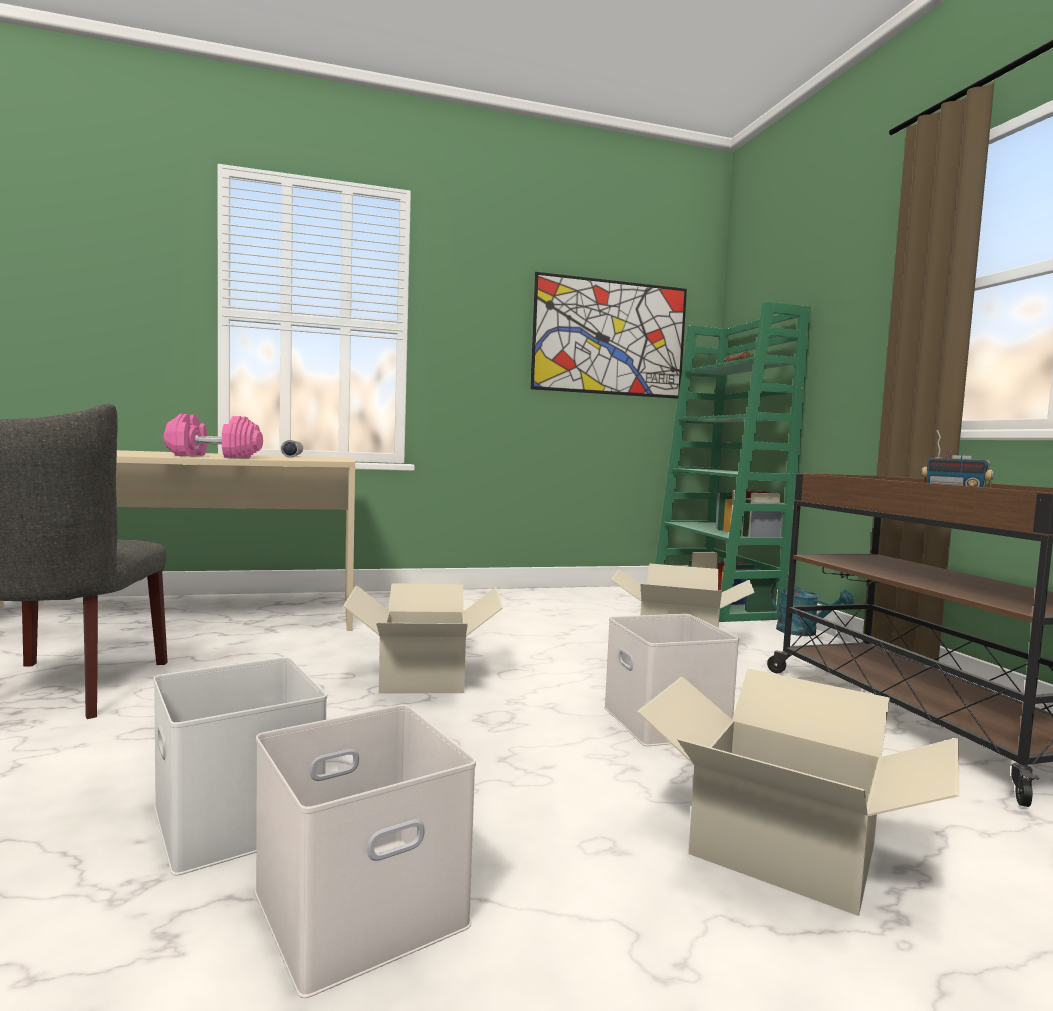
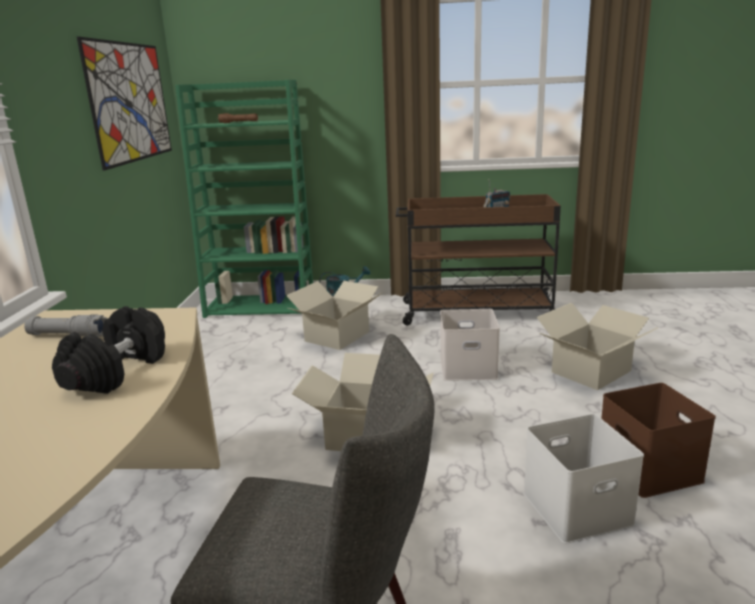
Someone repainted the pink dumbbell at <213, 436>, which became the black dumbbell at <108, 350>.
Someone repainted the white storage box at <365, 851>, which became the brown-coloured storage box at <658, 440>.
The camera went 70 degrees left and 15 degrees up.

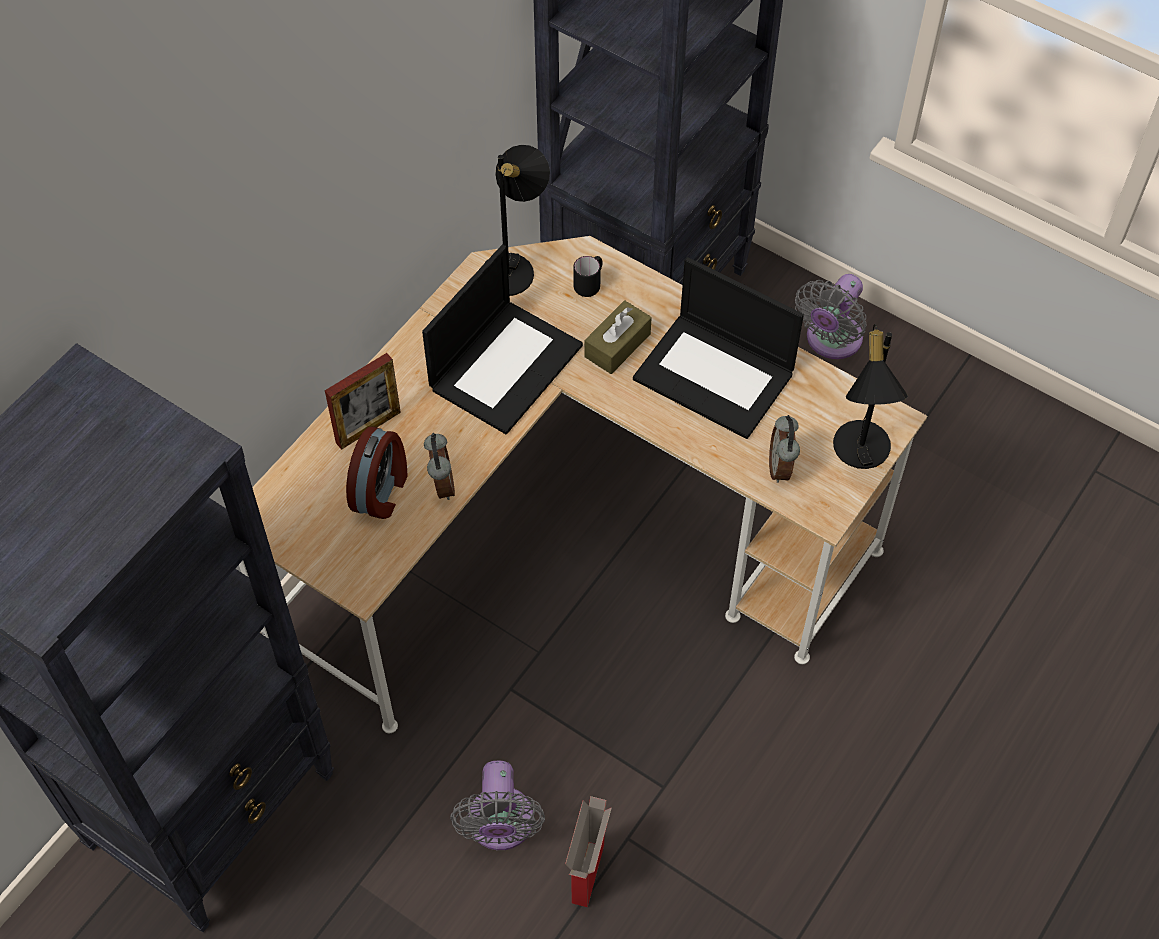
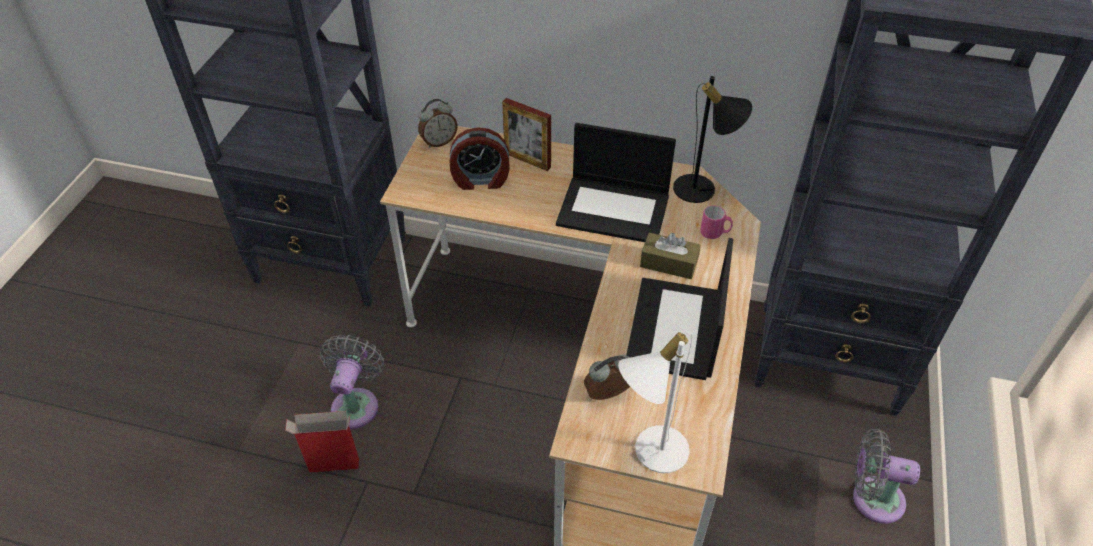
Someone carried the alarm clock from <439, 466> to <437, 123>.
Someone rotated the gray cooling fan at <497, 805> by 120 degrees clockwise.
Someone repainted the black coffee mug at <588, 276>, which became the pink coffee mug at <716, 222>.
Someone repainted the black tabletop lamp at <870, 396>, which became the white tabletop lamp at <655, 402>.
The camera went 70 degrees right and 10 degrees down.

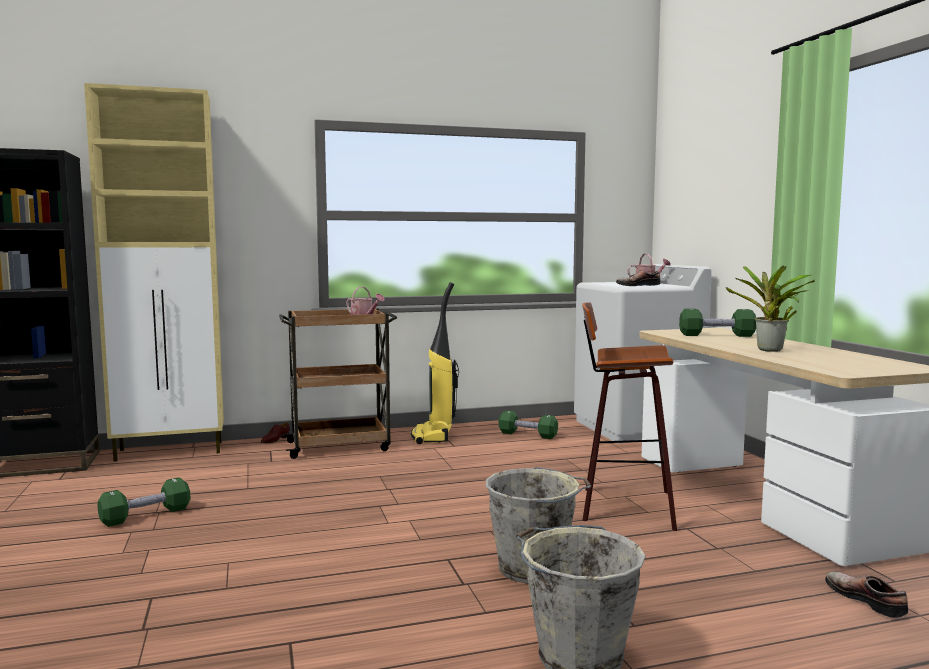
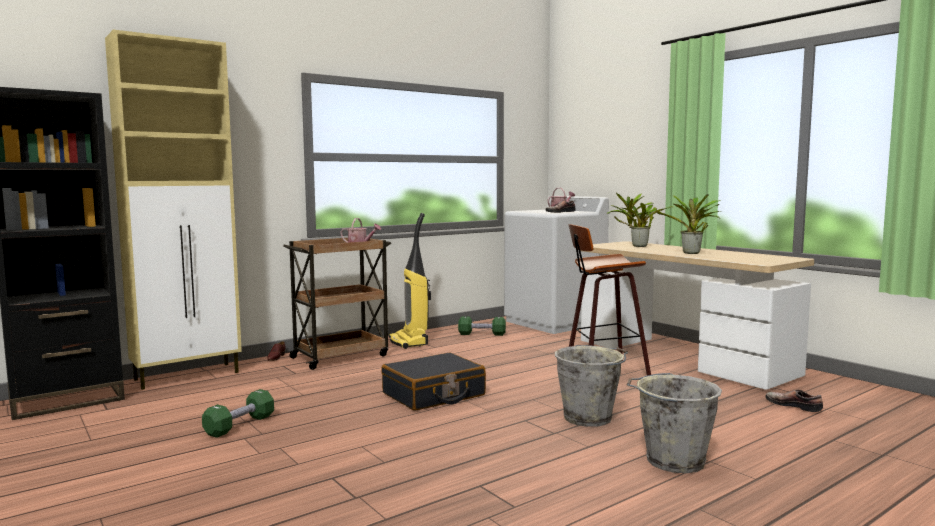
Someone swapped the green-coloured dumbbell at <717, 323> for the potted plant at <640, 220>.
Someone put down the black suitcase at <433, 382>.
The camera went 20 degrees left and 0 degrees up.

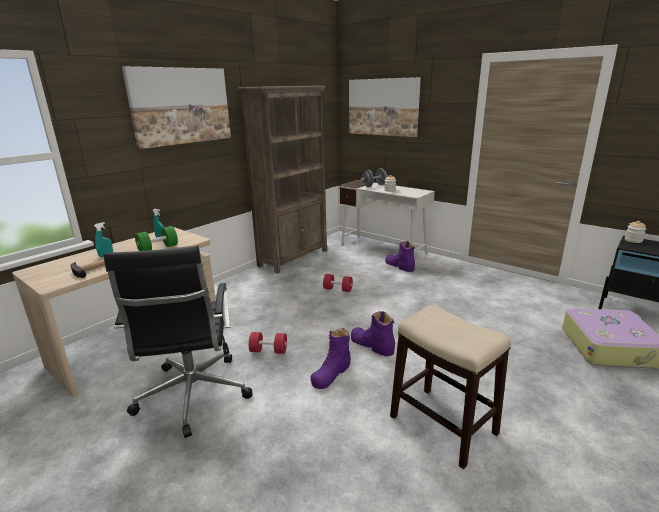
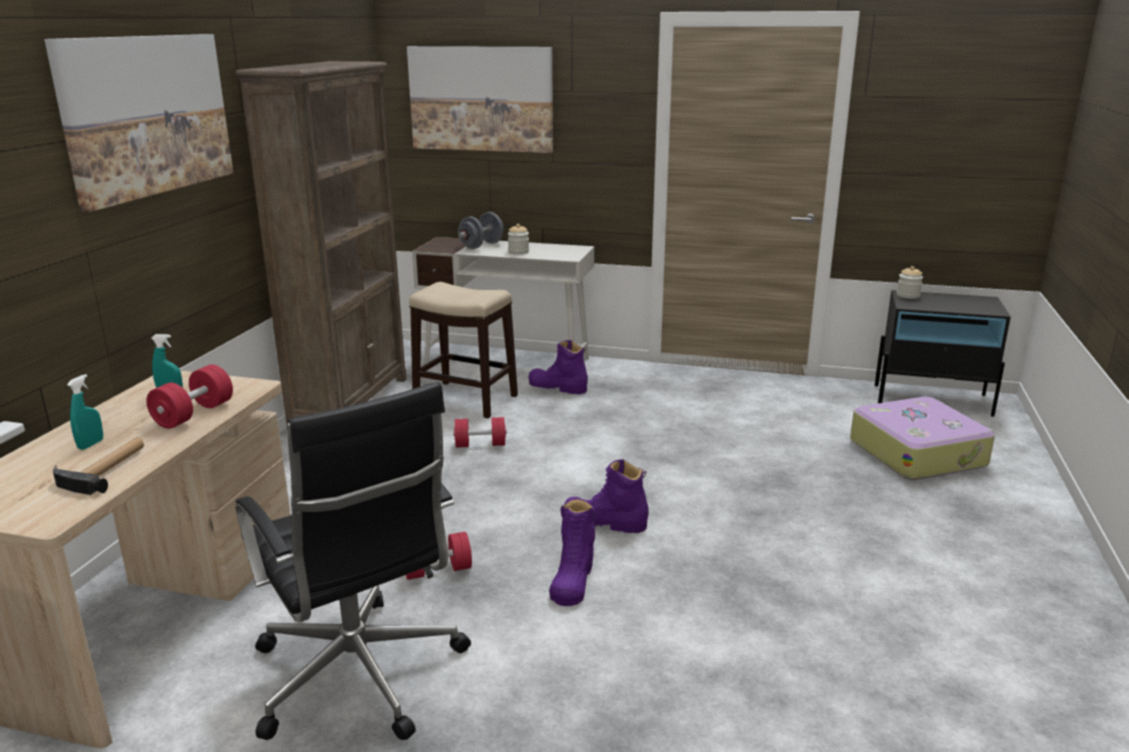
Someone repainted the green-coloured dumbbell at <156, 238>, which became the red-coloured dumbbell at <189, 397>.
Someone carried the stool seat from <450, 386> to <463, 350>.
The camera went 25 degrees left and 0 degrees up.

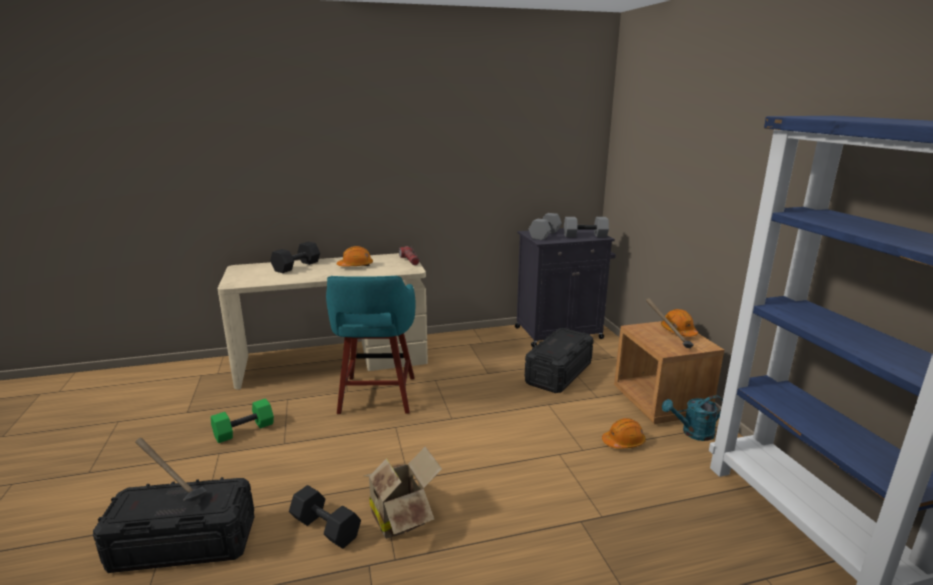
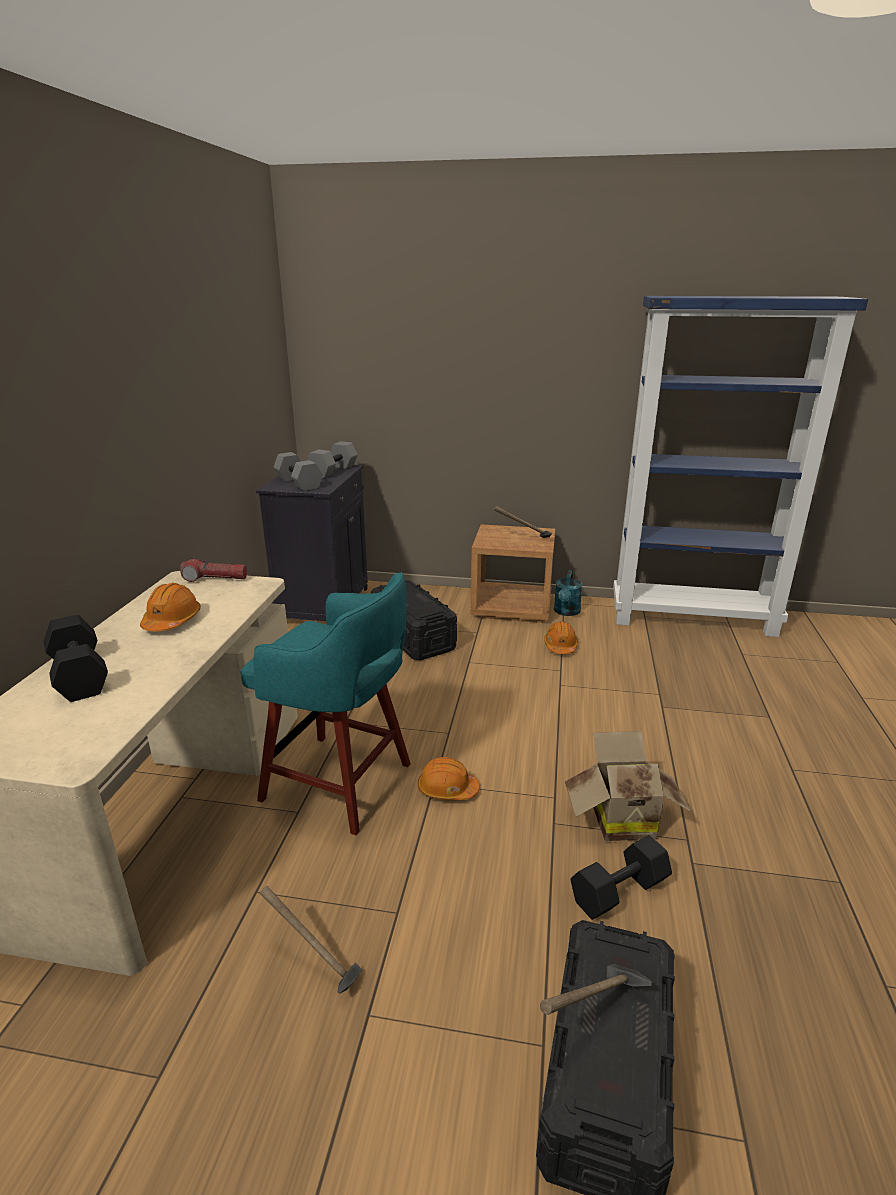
Someone swapped the green-coloured dumbbell at <242, 420> for the hammer at <311, 940>.
Someone carried the orange hard hat from <679, 323> to <448, 778>.
The camera went 65 degrees left and 5 degrees up.

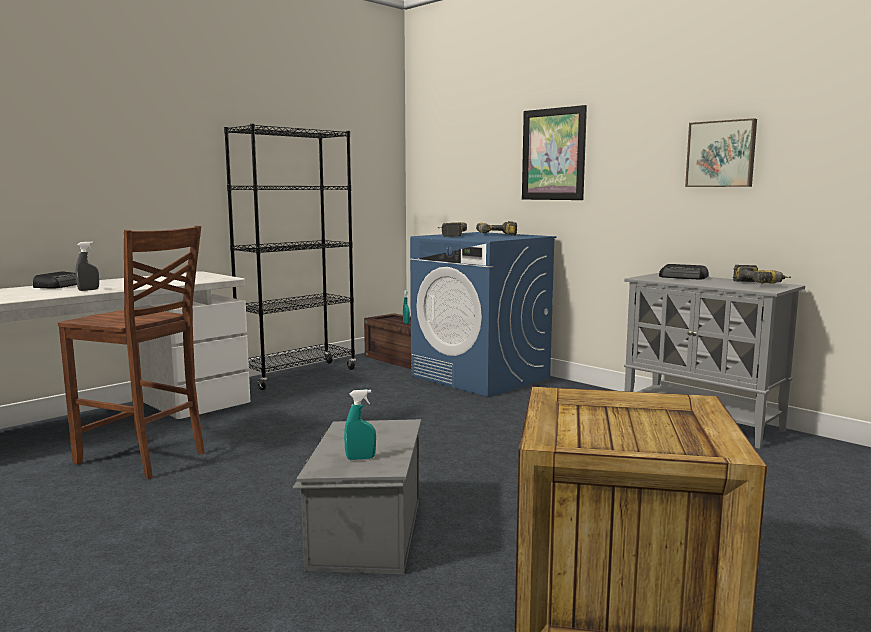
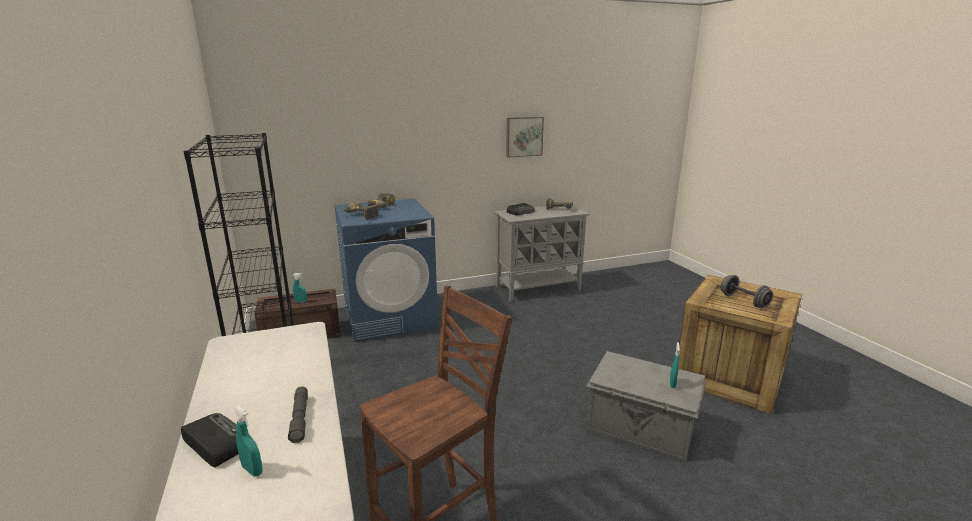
Someone swapped the gray sprayer at <87, 266> for the gray flashlight at <298, 414>.
Someone took away the wall picture at <554, 152>.
Someone put down the turquoise sprayer at <247, 441>.
Someone put down the gray dumbbell at <746, 291>.
The camera went 65 degrees left and 10 degrees up.

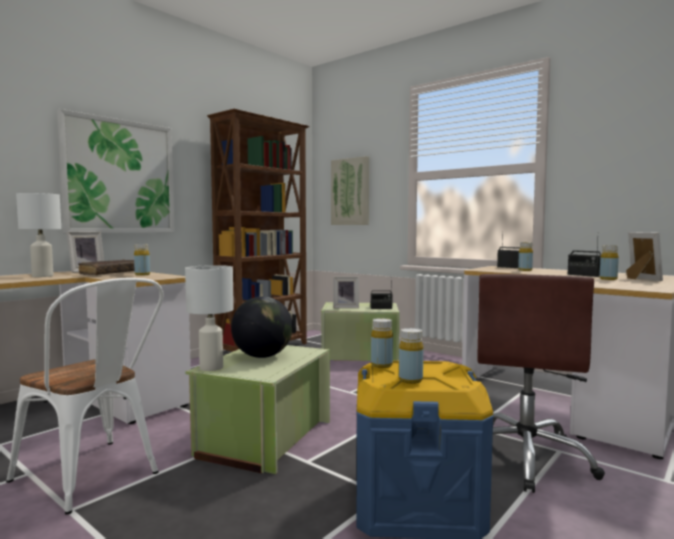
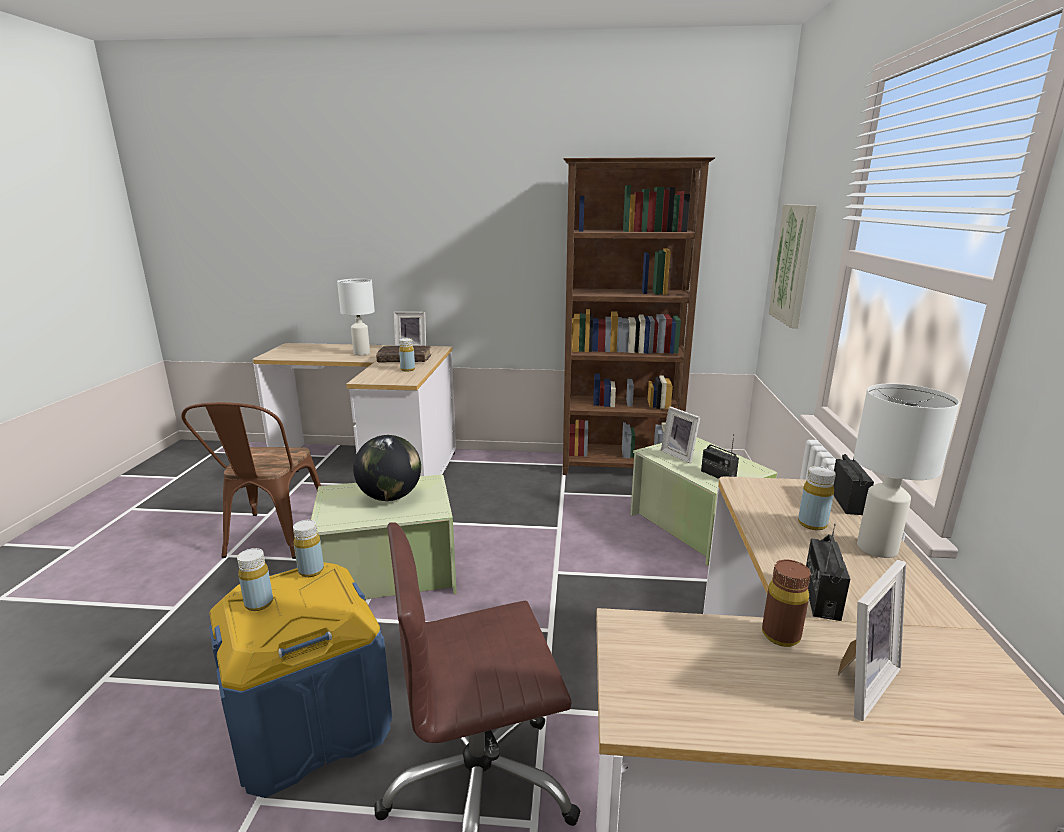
Someone repainted the white plain chair at <85, 396>, which became the brown-coloured plain chair at <251, 480>.
Someone took away the wall picture at <116, 171>.
Someone carried the white tabletop lamp from <209, 318> to <907, 471>.
Someone repainted the yellow beverage bottle at <609, 262>, which became the brown-coloured beverage bottle at <786, 603>.
The camera went 55 degrees right and 15 degrees up.

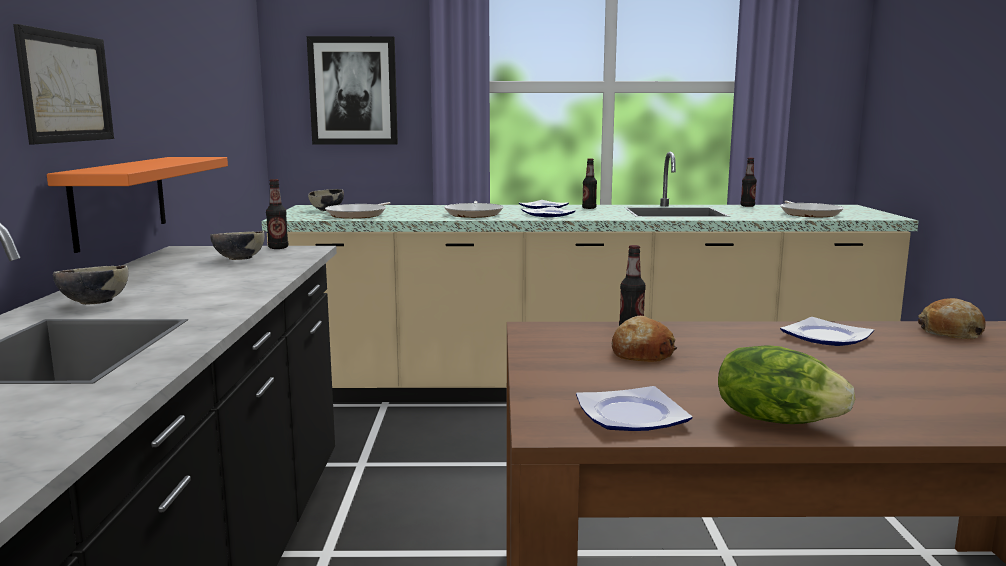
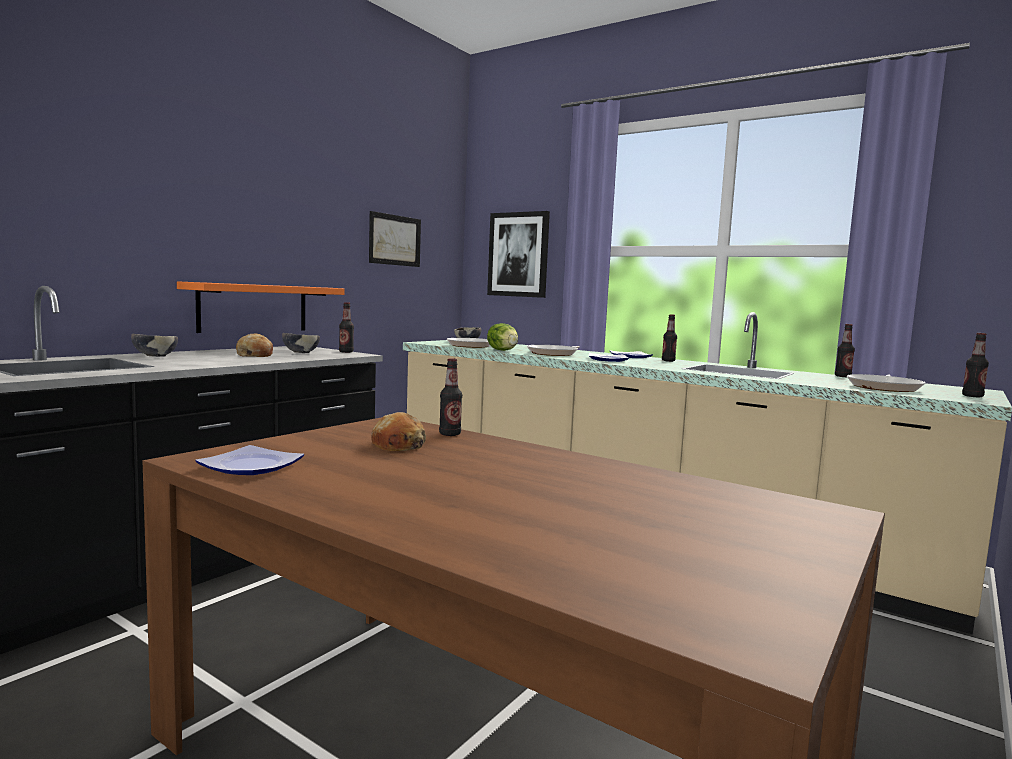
Someone carried the wall picture from <63, 84> to <395, 239>.
Someone carried the head of lettuce from <786, 384> to <502, 337>.
Someone took away the flat dish at <827, 331>.
Someone carried the bread from <952, 318> to <254, 345>.
Someone put down the beverage bottle at <975, 365>.
The camera went 35 degrees right and 5 degrees down.

